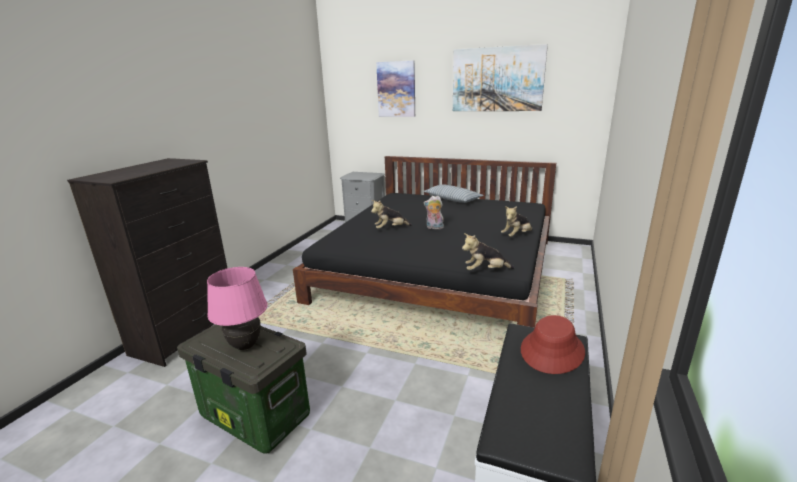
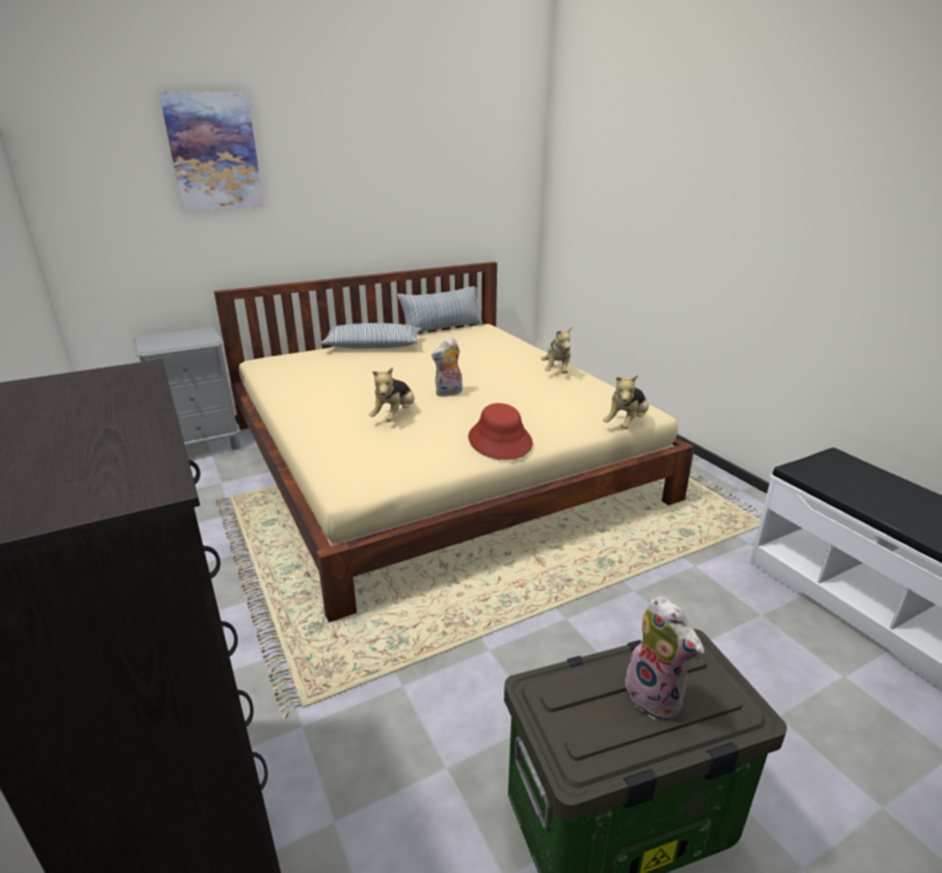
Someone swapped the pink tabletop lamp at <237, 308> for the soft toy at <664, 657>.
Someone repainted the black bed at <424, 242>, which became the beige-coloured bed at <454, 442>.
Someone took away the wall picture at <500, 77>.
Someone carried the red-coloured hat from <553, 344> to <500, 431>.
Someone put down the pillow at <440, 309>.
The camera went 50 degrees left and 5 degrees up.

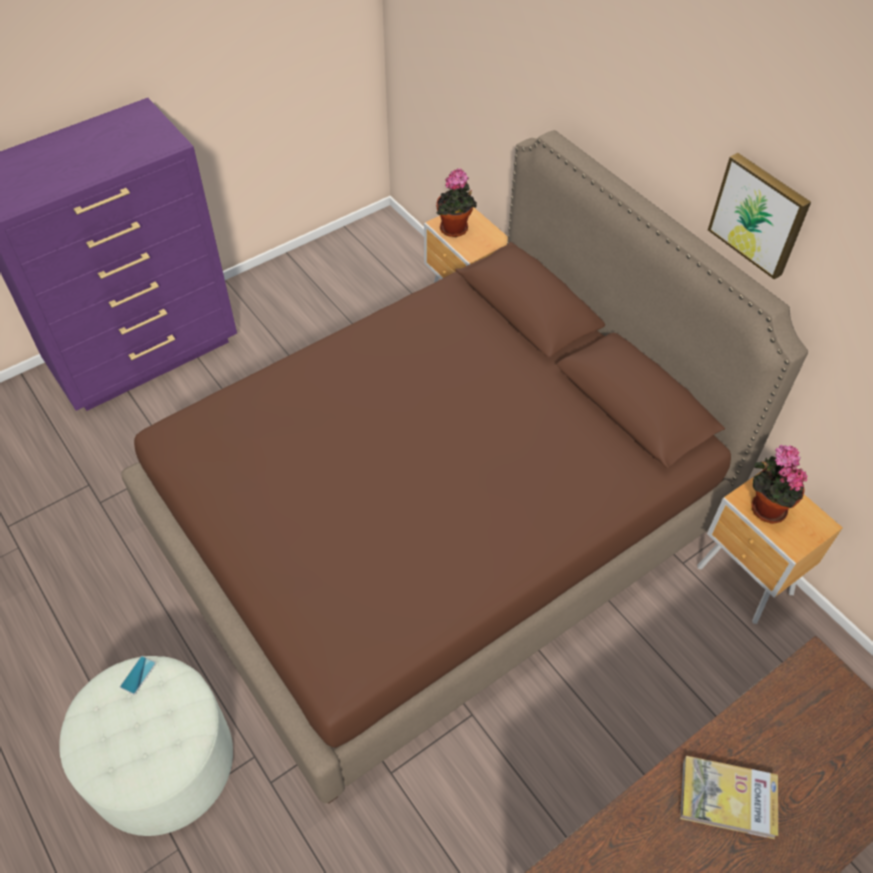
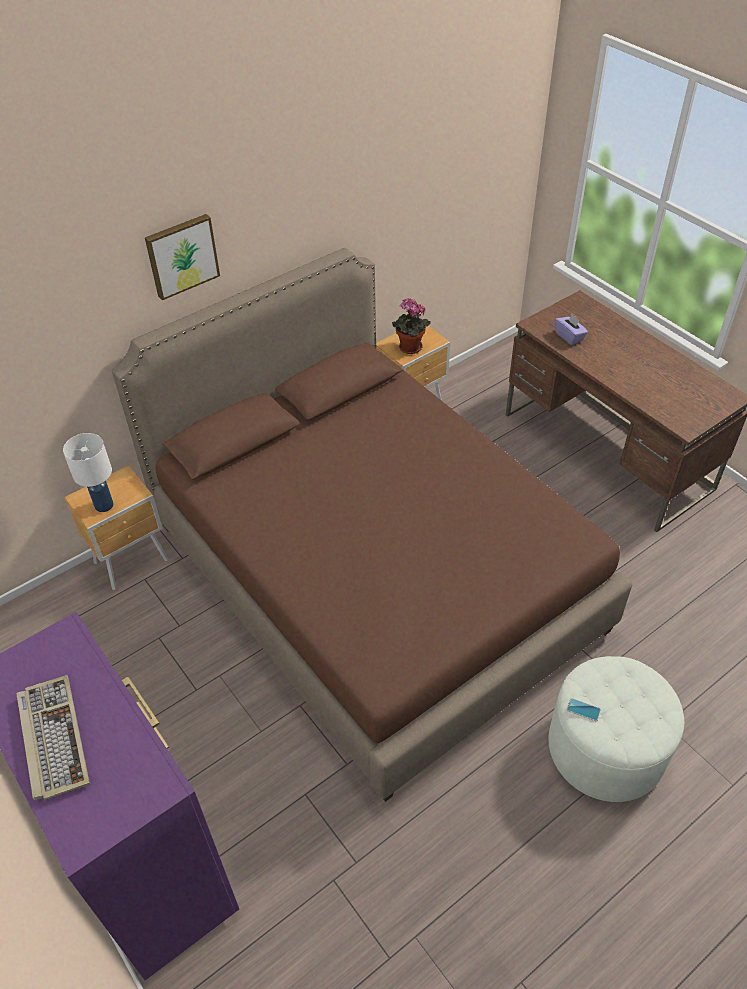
Someone swapped the potted plant at <456, 202> for the white tabletop lamp at <88, 472>.
Someone took away the volume at <729, 797>.
Someone carried the wall picture from <759, 216> to <182, 257>.
Someone put down the keyboard at <53, 737>.
Someone put down the purple-coloured box of tissues at <571, 329>.
The camera went 90 degrees left and 5 degrees down.

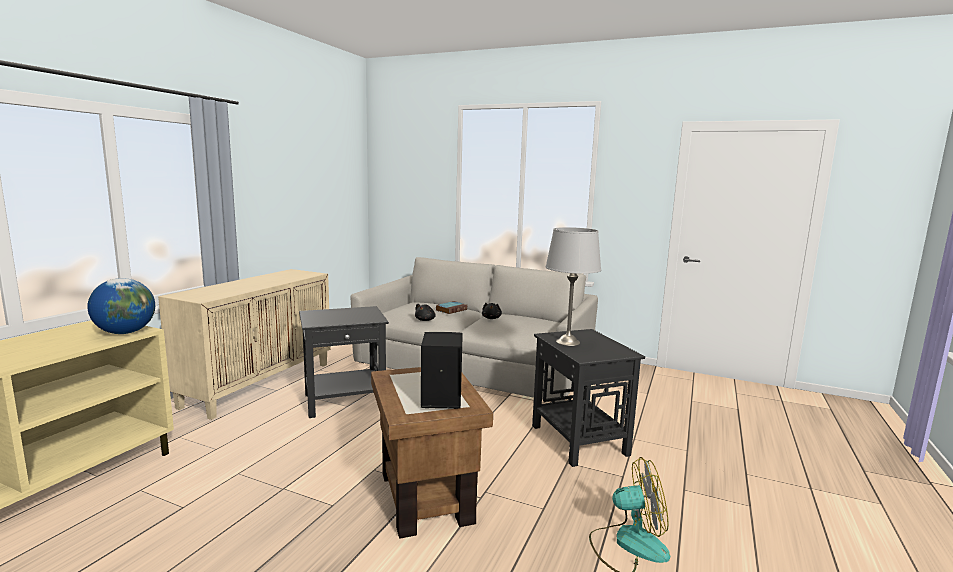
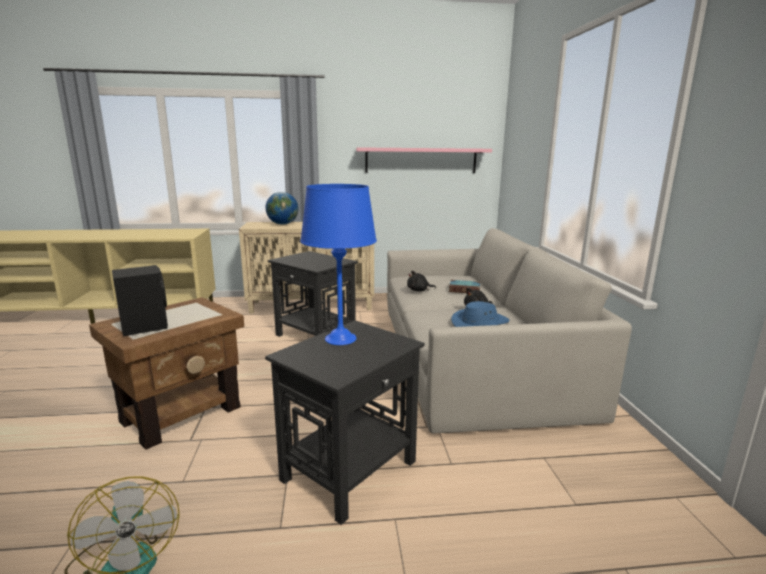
Someone carried the desk globe from <121, 306> to <281, 208>.
Someone repainted the gray tabletop lamp at <573, 286>, which became the bluish tabletop lamp at <338, 264>.
Someone put up the pink bracket shelf at <424, 160>.
Someone put down the bluish hat at <480, 314>.
The camera went 60 degrees right and 5 degrees up.

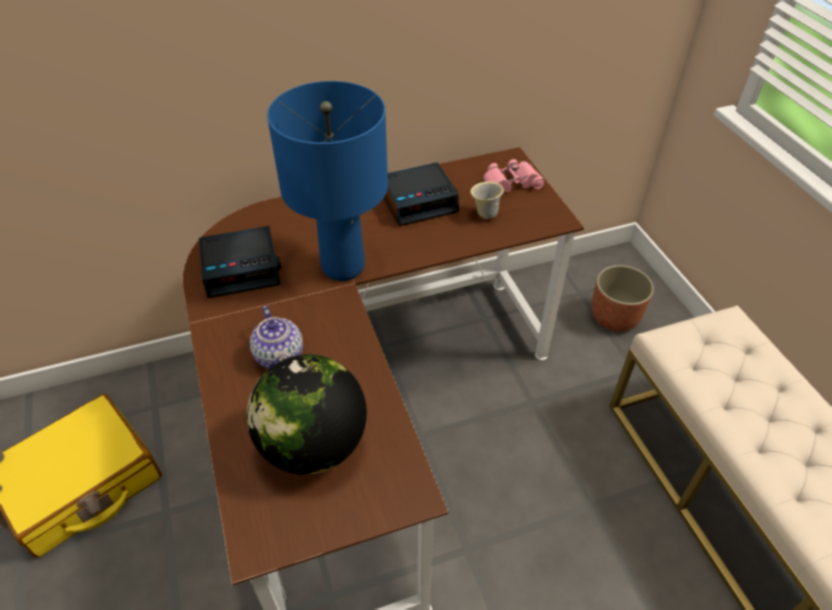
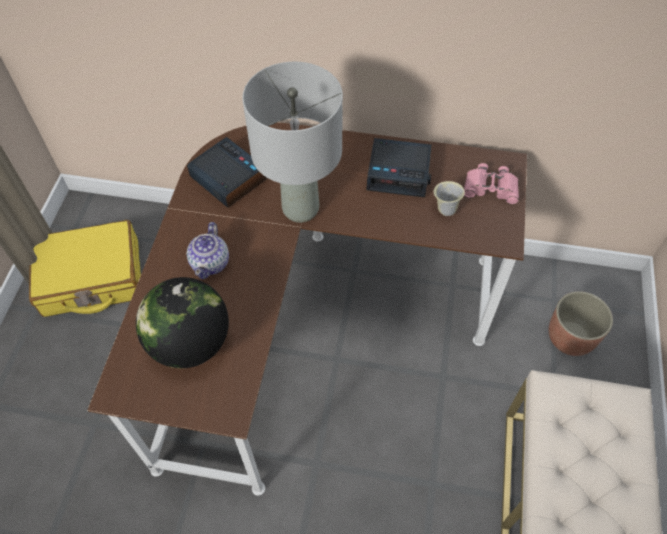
Someone rotated the alarm clock at <240, 262> by 150 degrees counterclockwise.
Someone repainted the bluish tabletop lamp at <327, 181>, which became the gray tabletop lamp at <292, 142>.
The camera went 30 degrees right and 10 degrees up.

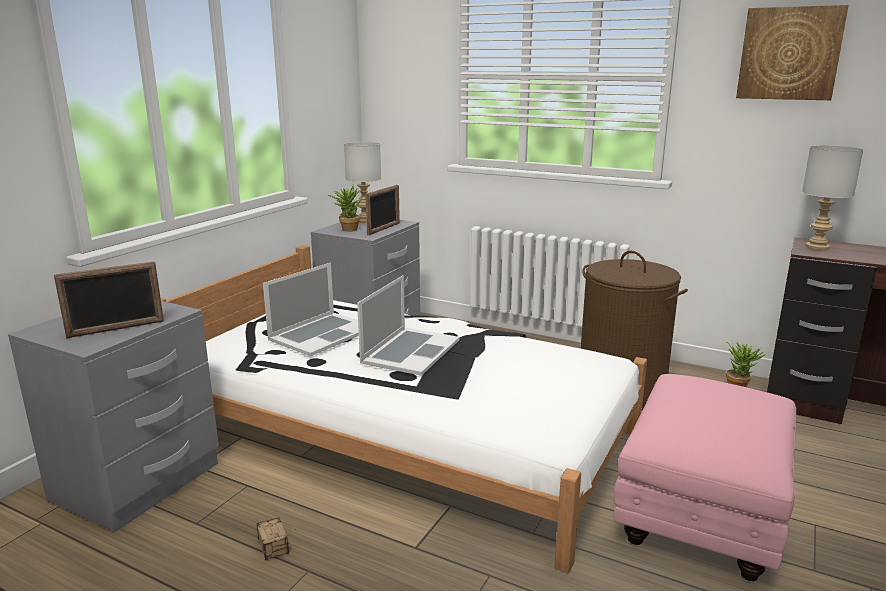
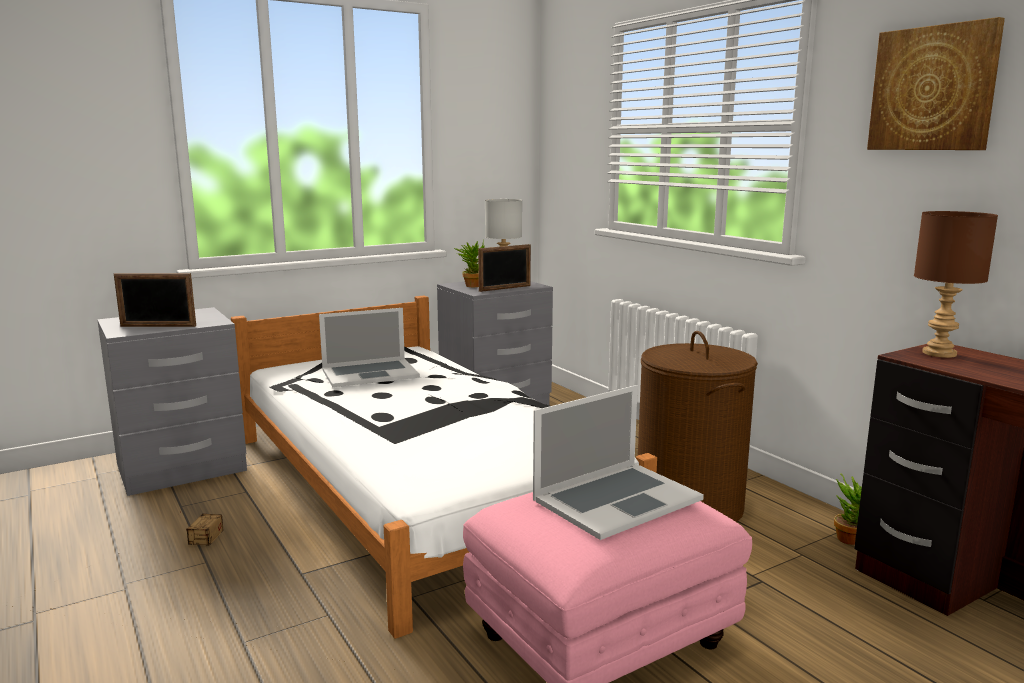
Someone carried the portable computer from <408, 325> to <618, 462>.
Someone repainted the gray tabletop lamp at <833, 197>, which became the brown-coloured tabletop lamp at <956, 284>.
The camera went 30 degrees right and 5 degrees down.

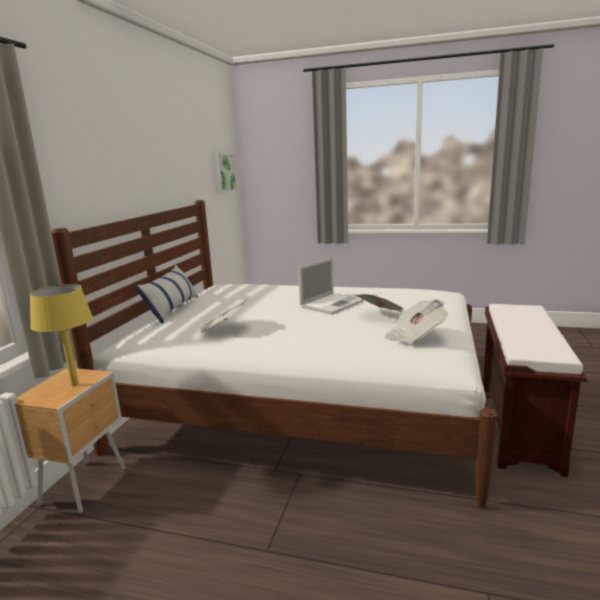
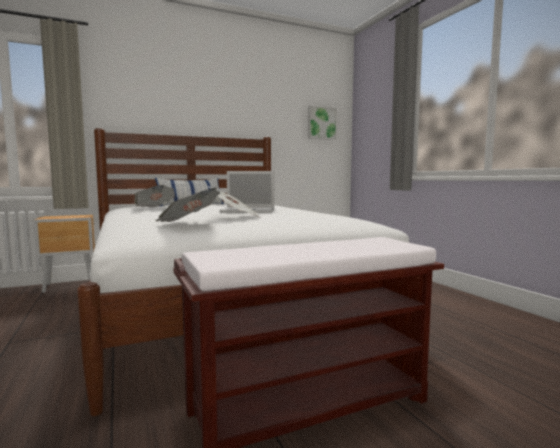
Someone took away the yellow tabletop lamp at <61, 335>.
The camera went 50 degrees right and 10 degrees down.

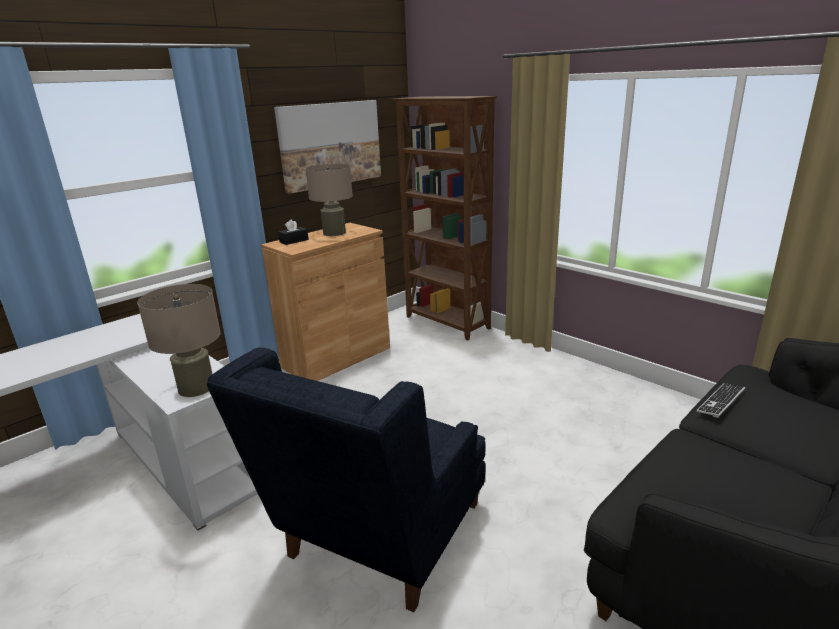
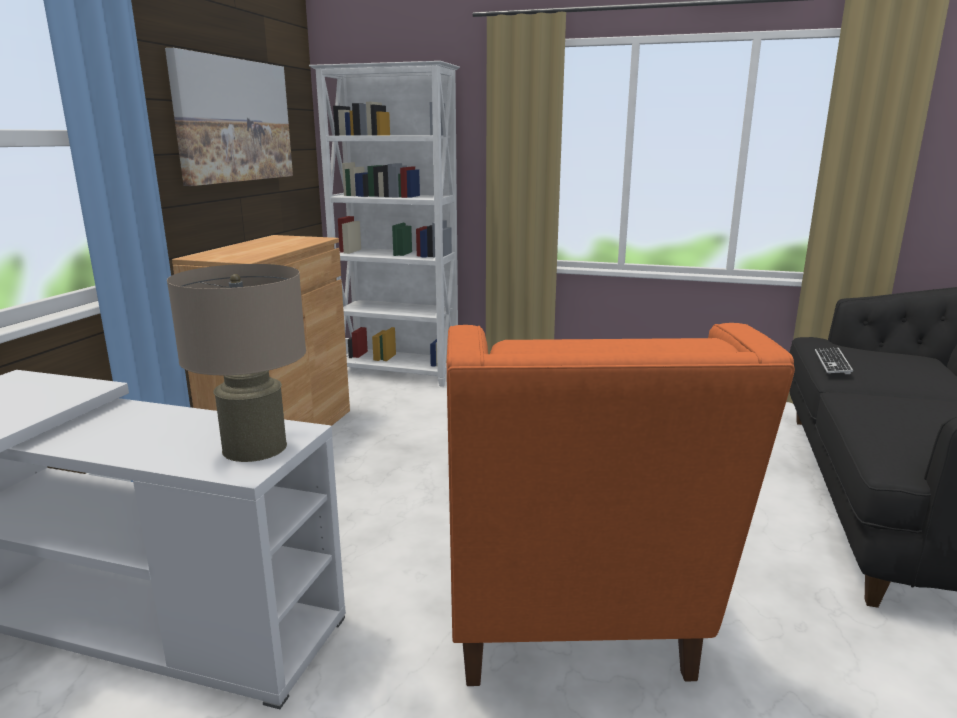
Someone repainted the bluish armchair at <346, 480>, which became the orange armchair at <621, 504>.
Someone took away the black box of tissues at <293, 232>.
Someone took away the beige-coloured tabletop lamp at <329, 200>.
Someone repainted the brown-coloured bookshelf at <444, 218>, which became the white bookshelf at <384, 224>.
The camera went 30 degrees left and 5 degrees down.

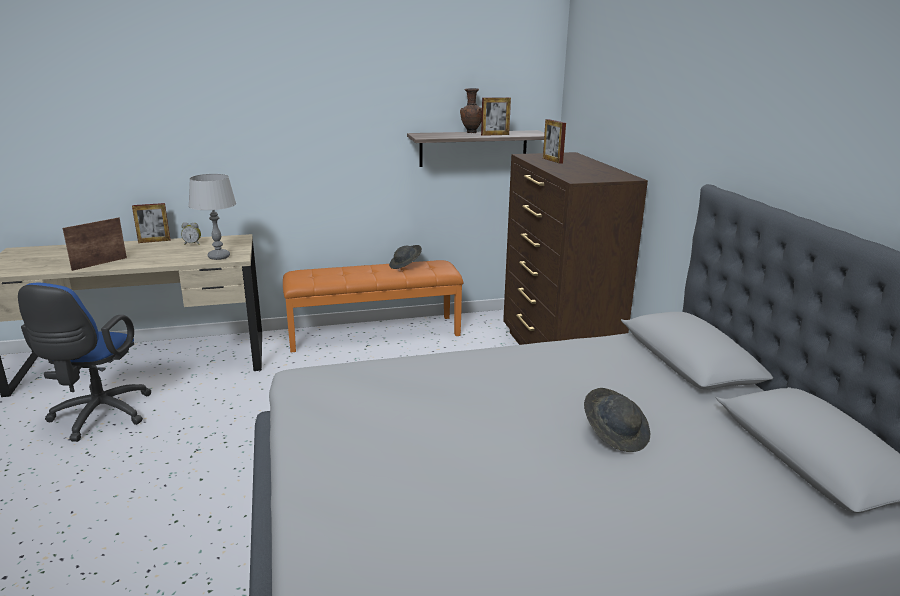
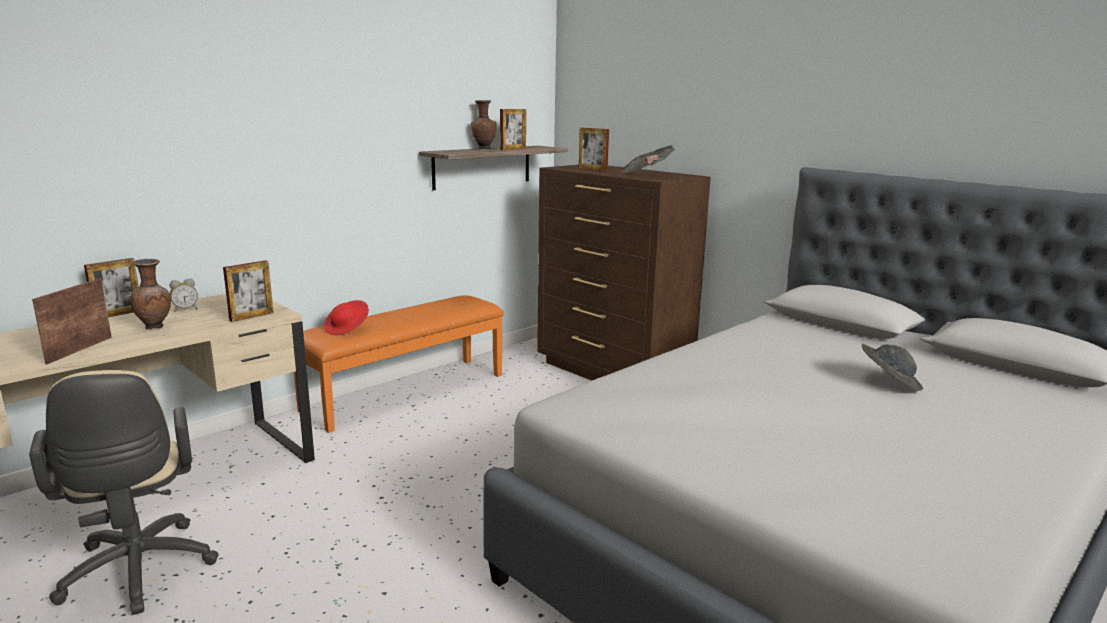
Someone repainted the bluish computer chair at <85, 362>, which became the beige-coloured computer chair at <124, 492>.
Someone swapped the gray tabletop lamp at <212, 217> for the standing frame at <248, 291>.
Someone took away the gray hat at <405, 257>.
Someone put down the brown-coloured vase at <150, 294>.
Someone put down the red-coloured hat at <346, 317>.
Someone put down the printed paper at <647, 159>.
The camera went 30 degrees left and 5 degrees down.

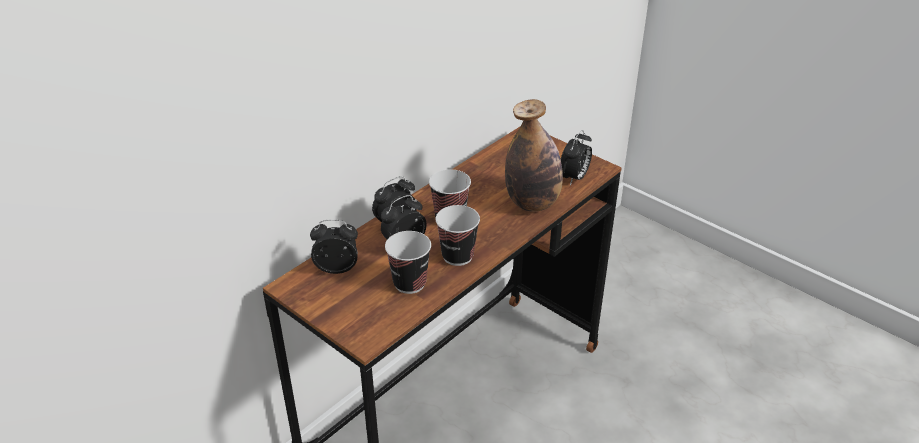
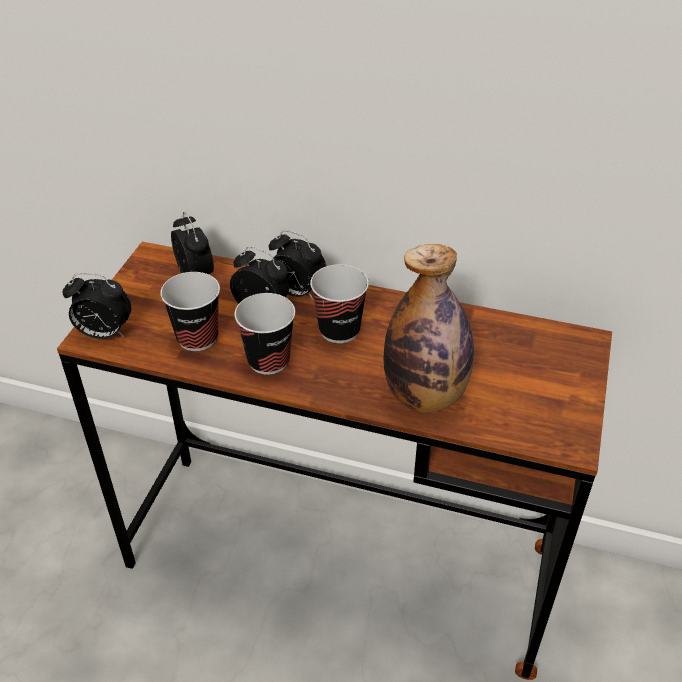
Someone carried the alarm clock from <576, 157> to <97, 306>.
The camera went 65 degrees right and 5 degrees up.

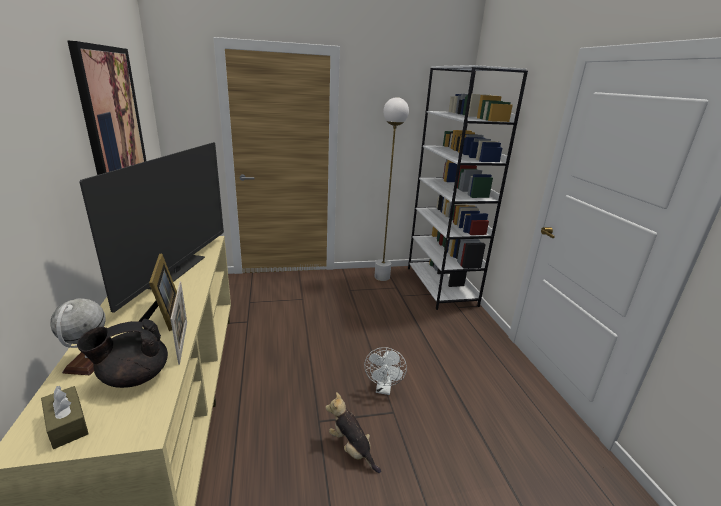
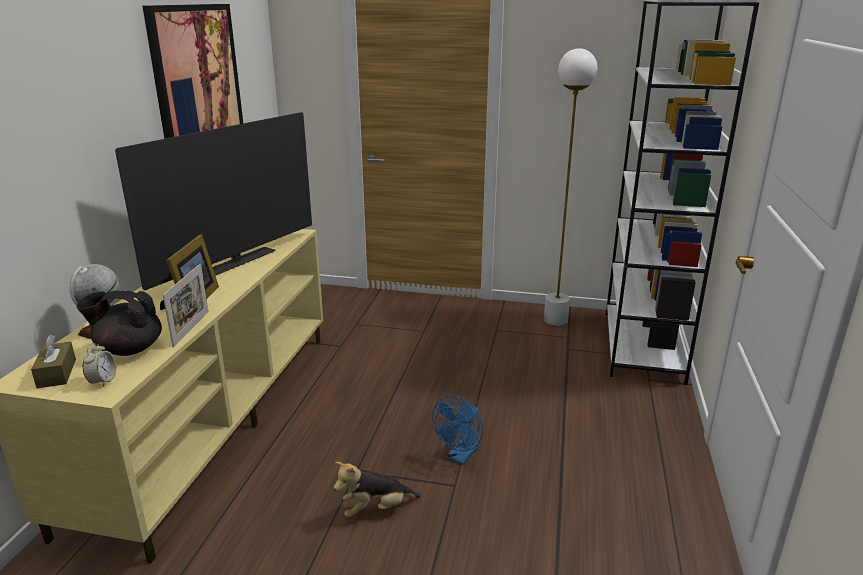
Someone rotated the soft toy at <353, 432> by 90 degrees counterclockwise.
Someone repainted the white cooling fan at <385, 371>, which became the bluish cooling fan at <457, 430>.
Someone put down the alarm clock at <99, 365>.
The camera went 25 degrees right and 0 degrees up.

